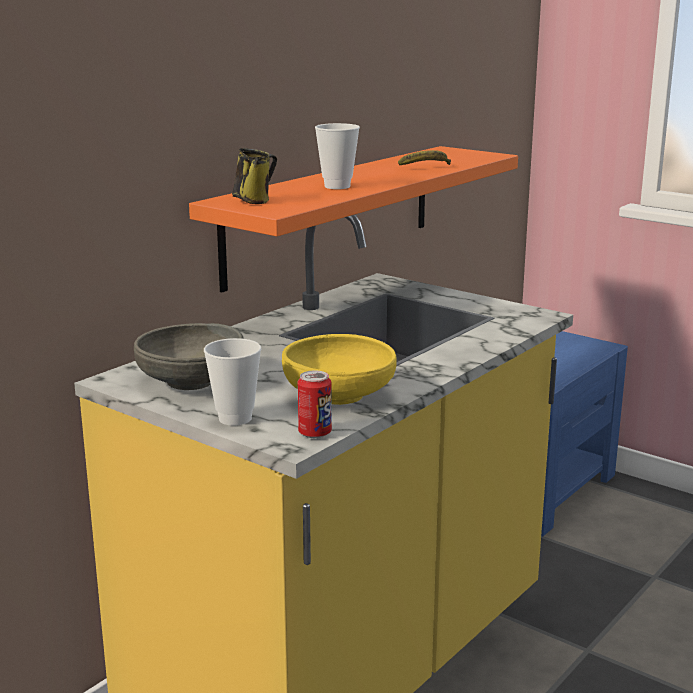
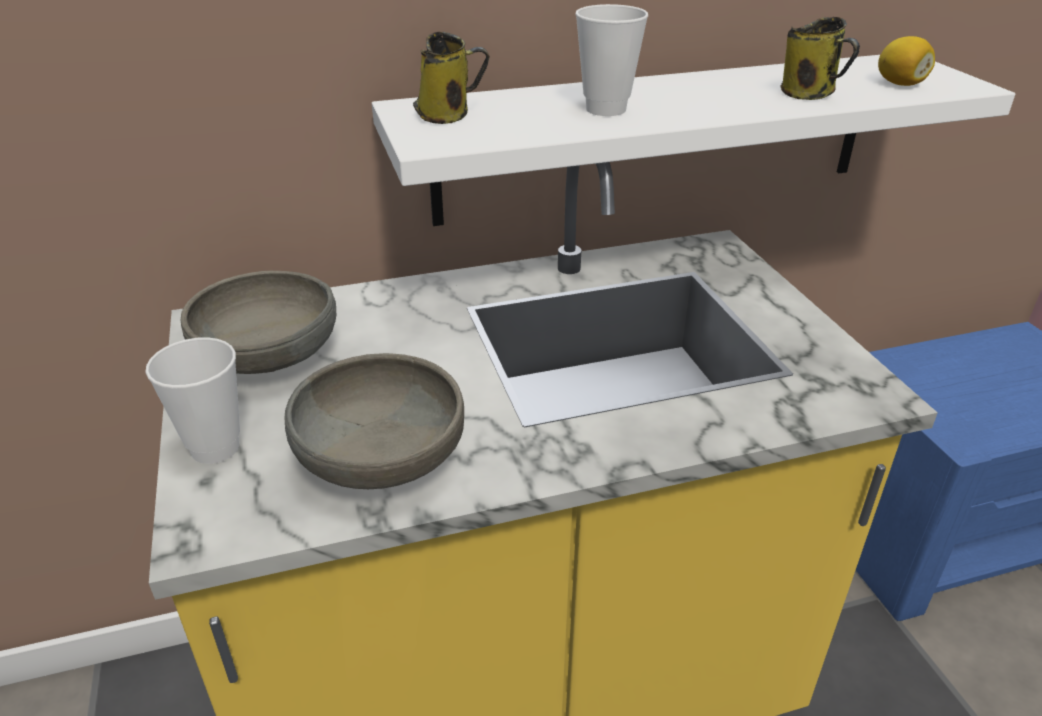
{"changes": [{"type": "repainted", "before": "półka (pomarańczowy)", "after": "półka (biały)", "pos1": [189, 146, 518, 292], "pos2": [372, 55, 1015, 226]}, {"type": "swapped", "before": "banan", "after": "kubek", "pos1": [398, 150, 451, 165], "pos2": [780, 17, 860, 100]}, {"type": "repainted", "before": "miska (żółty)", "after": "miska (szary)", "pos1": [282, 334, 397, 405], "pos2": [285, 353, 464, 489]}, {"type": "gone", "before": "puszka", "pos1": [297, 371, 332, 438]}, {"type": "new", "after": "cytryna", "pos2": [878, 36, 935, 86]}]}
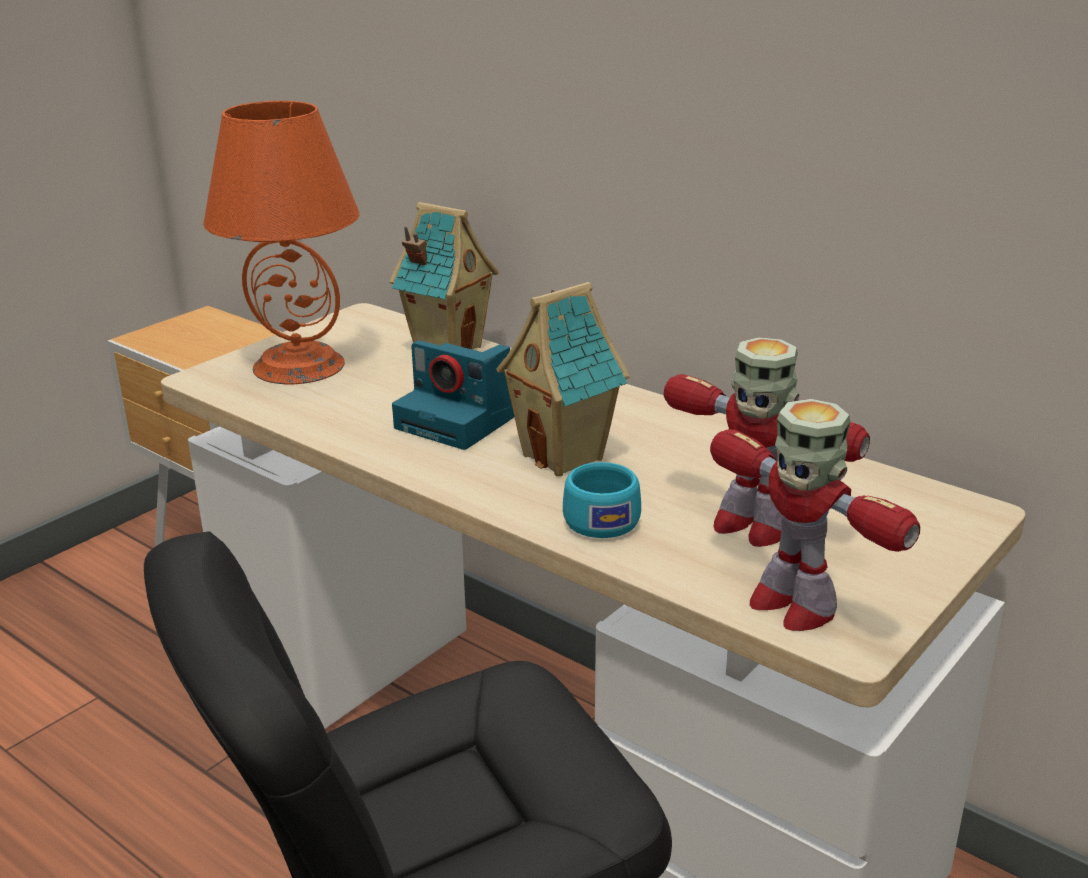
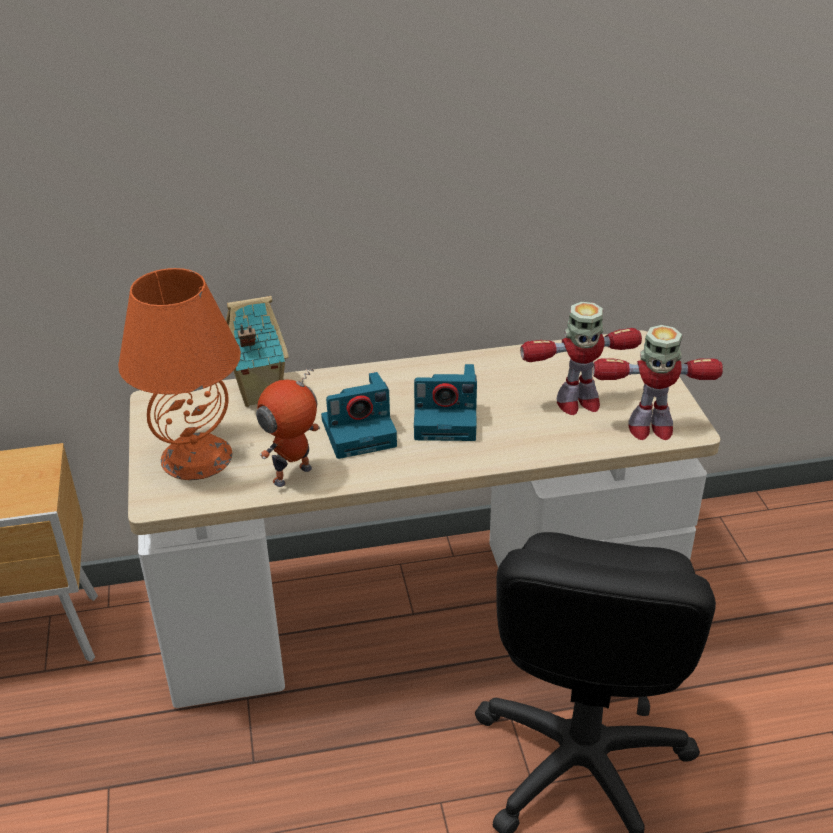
{"changes": [{"type": "swapped", "before": "domek", "after": "aparat fotograficzny", "pos1": [496, 282, 630, 476], "pos2": [414, 364, 477, 441]}, {"type": "gone", "before": "filiżanka (turkusowy)", "pos1": [563, 462, 641, 538]}, {"type": "new", "after": "robot zabawkowy", "pos2": [256, 368, 320, 487]}]}
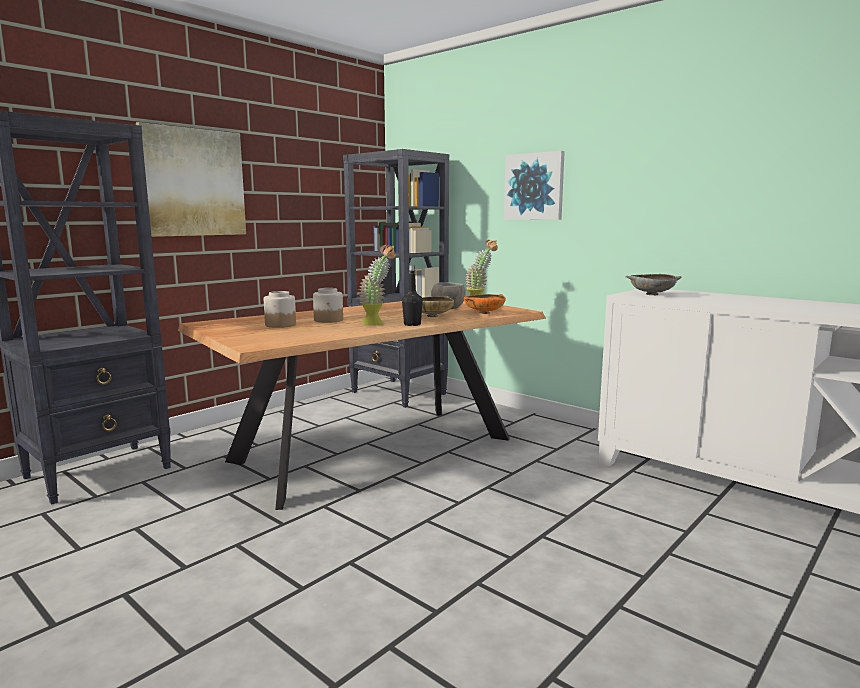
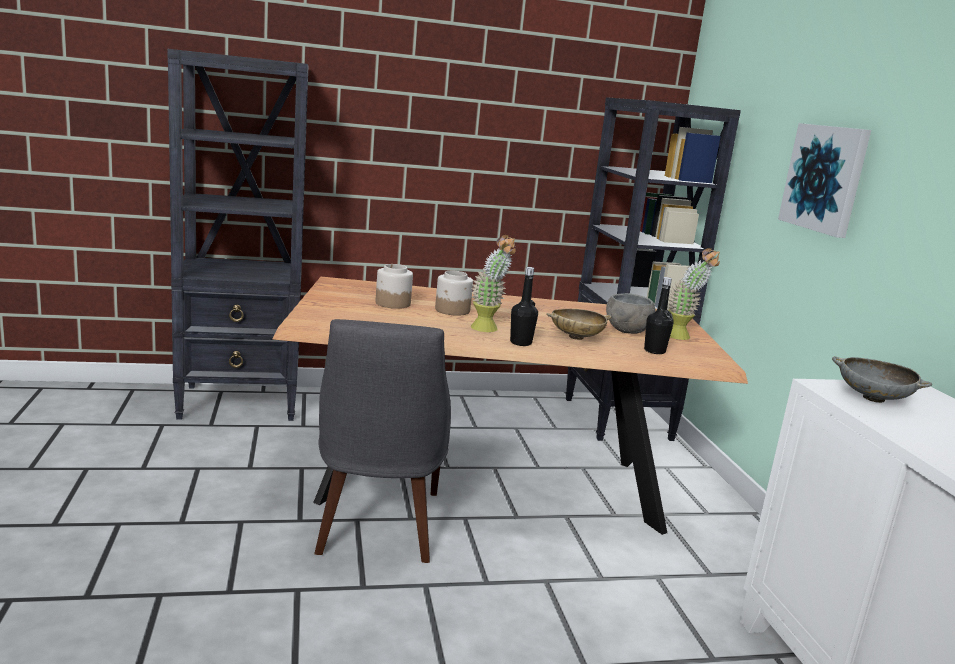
{"changes": [{"type": "gone", "before": "obraz", "pos1": [136, 122, 246, 237]}, {"type": "swapped", "before": "miska (pomarańczowy)", "after": "butelka (czarny)", "pos1": [464, 294, 506, 314], "pos2": [644, 277, 674, 354]}, {"type": "new", "after": "krzesło (szary)", "pos2": [314, 319, 451, 563]}]}
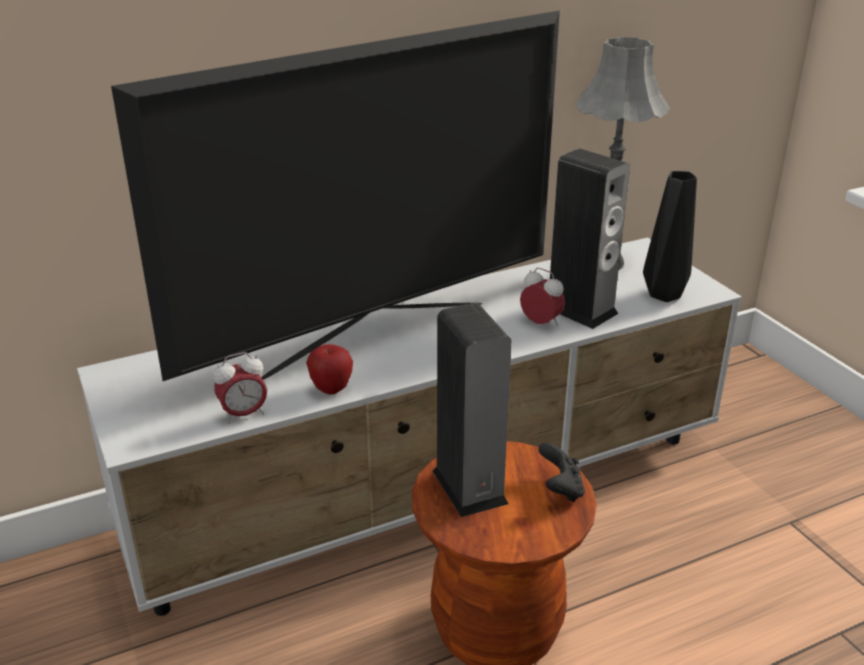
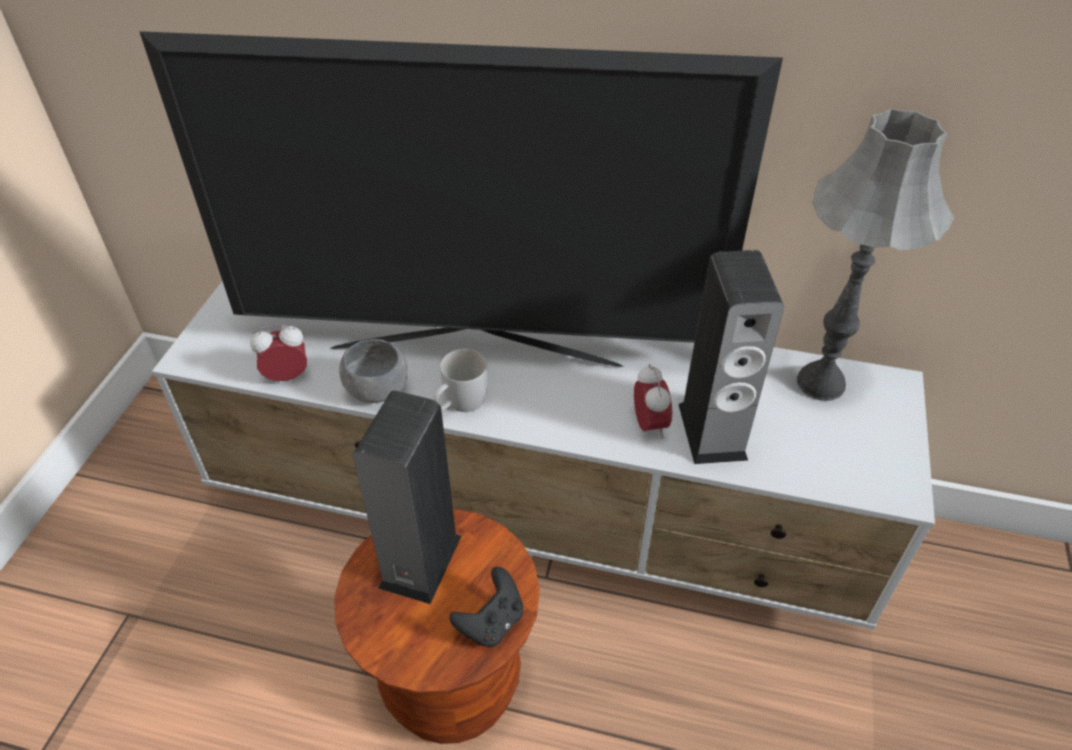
{"changes": [{"type": "gone", "before": "wazon (czarny)", "pos1": [643, 171, 697, 302]}, {"type": "swapped", "before": "jabłko", "after": "miska (szary)", "pos1": [306, 344, 353, 395], "pos2": [339, 339, 408, 403]}, {"type": "rotated", "before": "budzik", "pos1": [213, 352, 267, 423], "pos2": [250, 324, 307, 381], "turn": 150}, {"type": "new", "after": "kubek (biały)", "pos2": [433, 349, 488, 412]}]}
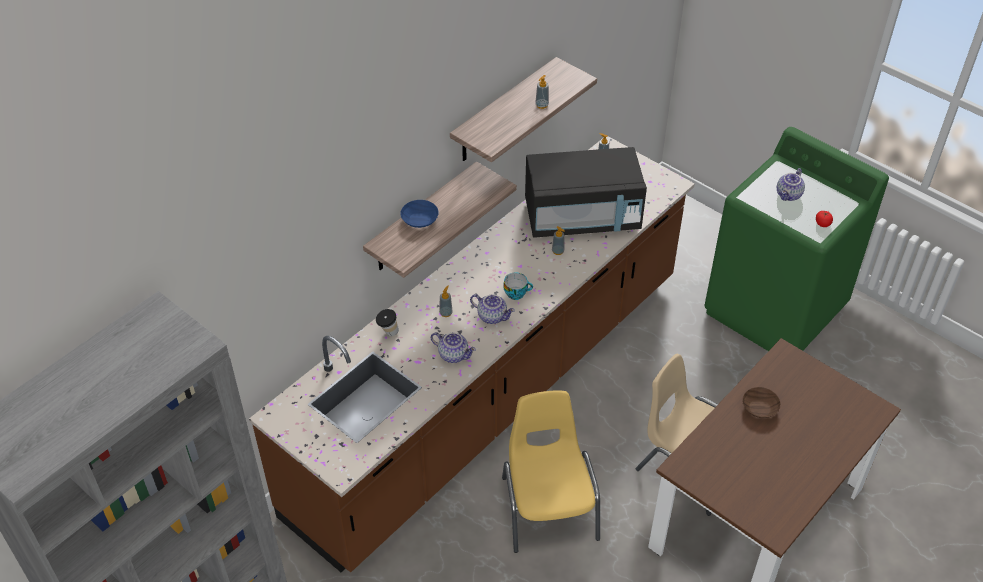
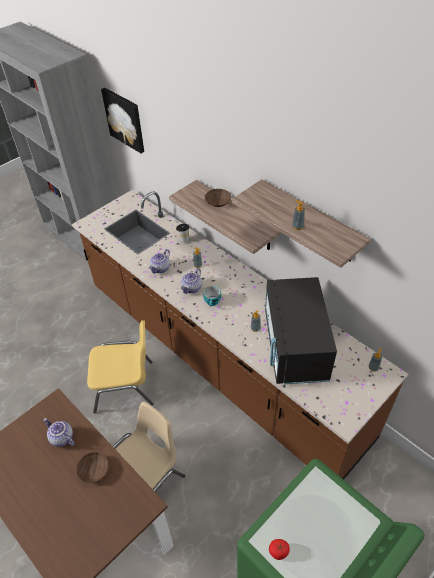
{"changes": [{"type": "shifted", "before": "imbryk", "pos1": [777, 168, 805, 201], "pos2": [43, 418, 75, 447]}, {"type": "repainted", "before": "miska (niebieski)", "after": "miska (brązowy)", "pos1": [400, 200, 439, 228], "pos2": [205, 189, 231, 207]}, {"type": "new", "after": "obraz", "pos2": [101, 88, 144, 153]}]}
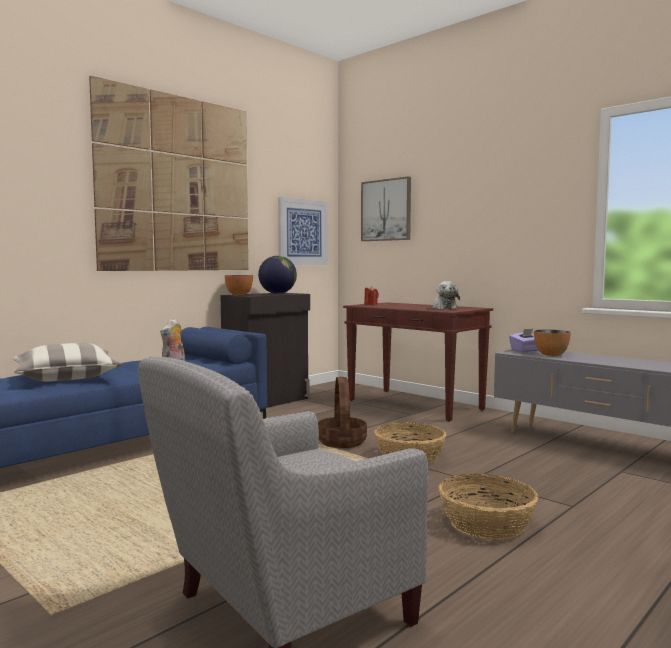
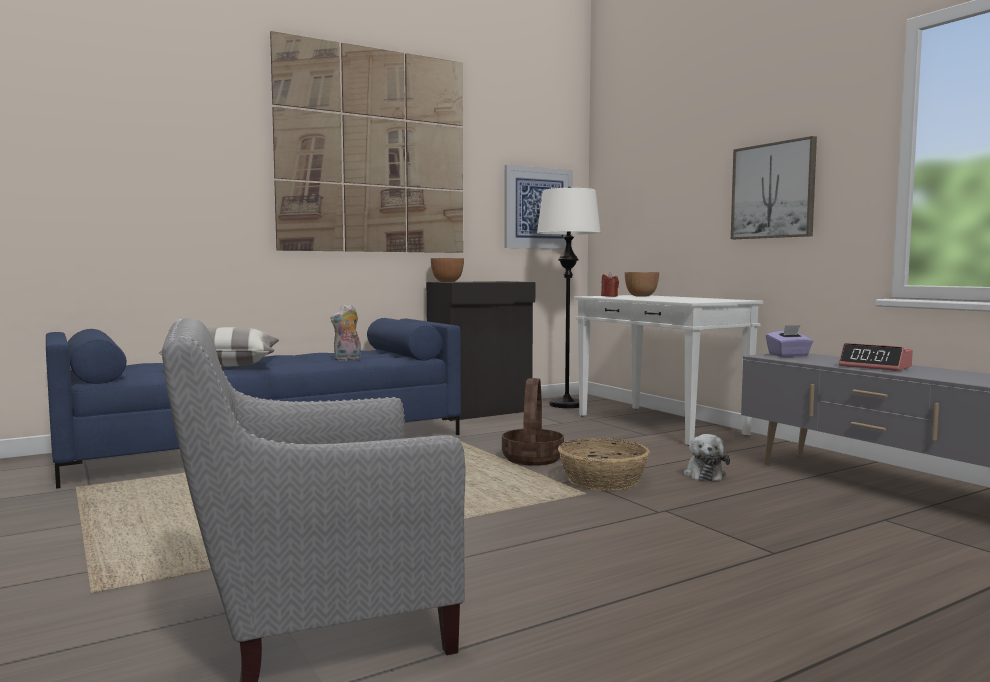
{"changes": [{"type": "shifted", "before": "obraz", "pos1": [361, 176, 411, 241], "pos2": [731, 136, 817, 239]}, {"type": "gone", "before": "globus", "pos1": [258, 256, 297, 294]}, {"type": "shifted", "before": "pluszak", "pos1": [432, 281, 460, 309], "pos2": [684, 434, 730, 481]}, {"type": "repainted", "before": "stolik konsolowy (brązowy)", "after": "stolik konsolowy (biały)", "pos1": [343, 302, 493, 422], "pos2": [574, 295, 763, 446]}, {"type": "shifted", "before": "miska", "pos1": [534, 329, 571, 356], "pos2": [625, 272, 659, 297]}, {"type": "gone", "before": "koszyk", "pos1": [439, 473, 538, 540]}, {"type": "new", "after": "lampa stojąca (biały)", "pos2": [537, 186, 601, 408]}, {"type": "new", "after": "budzik", "pos2": [839, 343, 913, 371]}]}
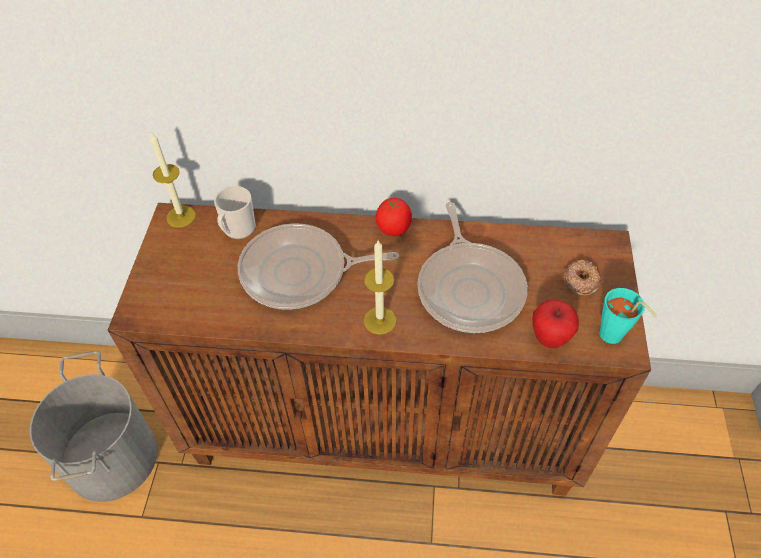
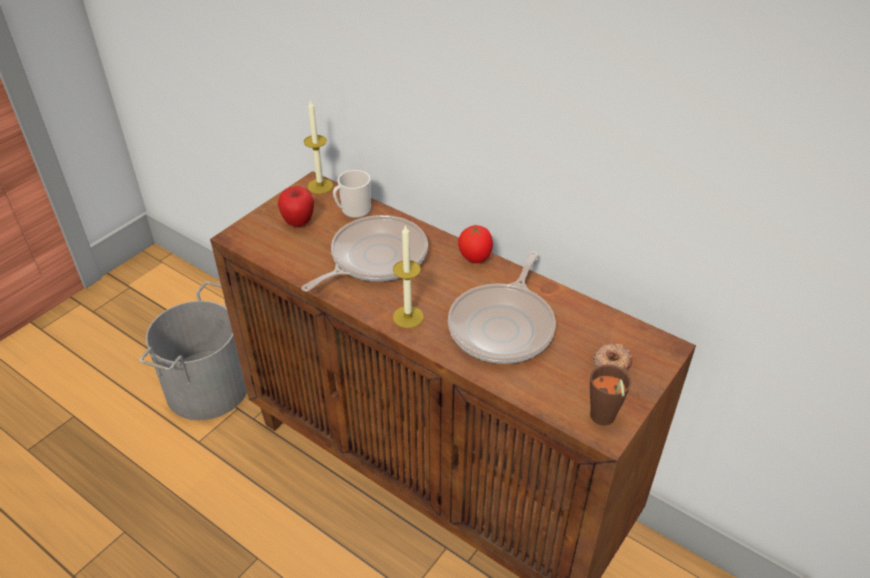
{"changes": [{"type": "rotated", "before": "patelnia", "pos1": [238, 223, 399, 310], "pos2": [301, 215, 428, 292], "turn": 105}, {"type": "repainted", "before": "filiżanka (turkusowy)", "after": "filiżanka (brązowy)", "pos1": [599, 288, 657, 344], "pos2": [590, 364, 631, 426]}, {"type": "shifted", "before": "jabłko", "pos1": [532, 299, 579, 348], "pos2": [278, 186, 314, 227]}]}
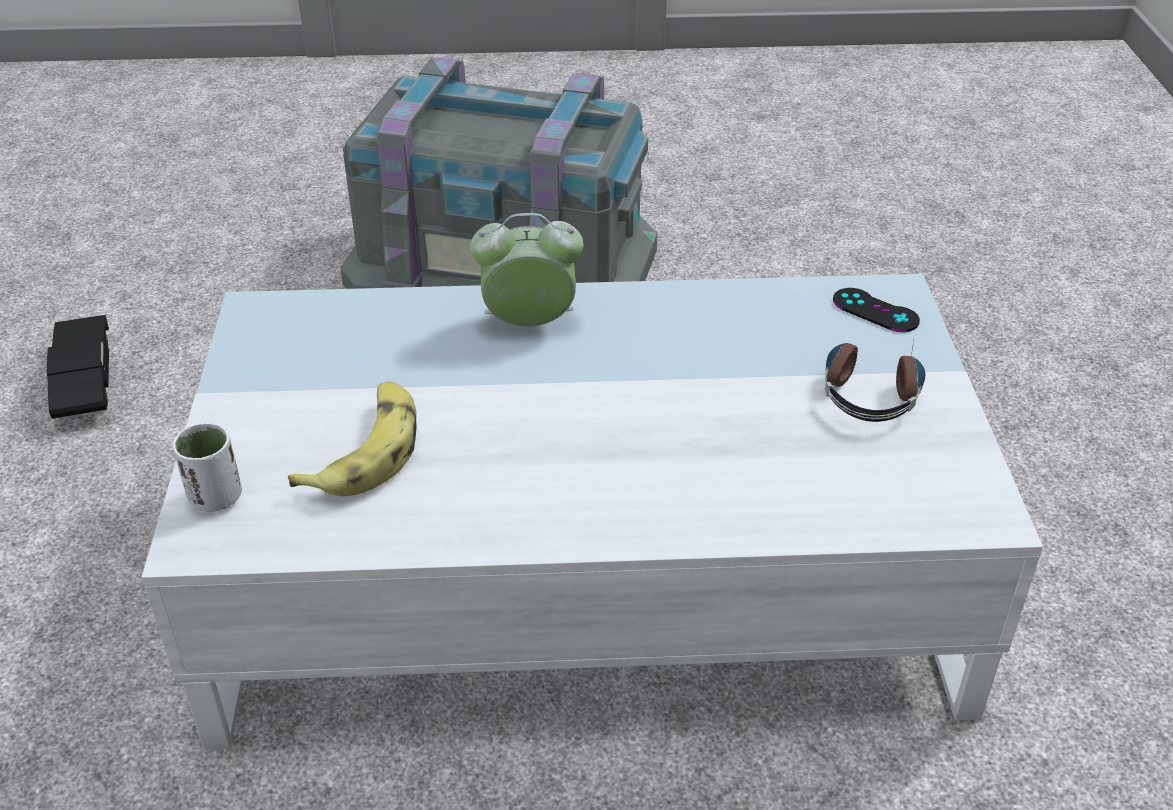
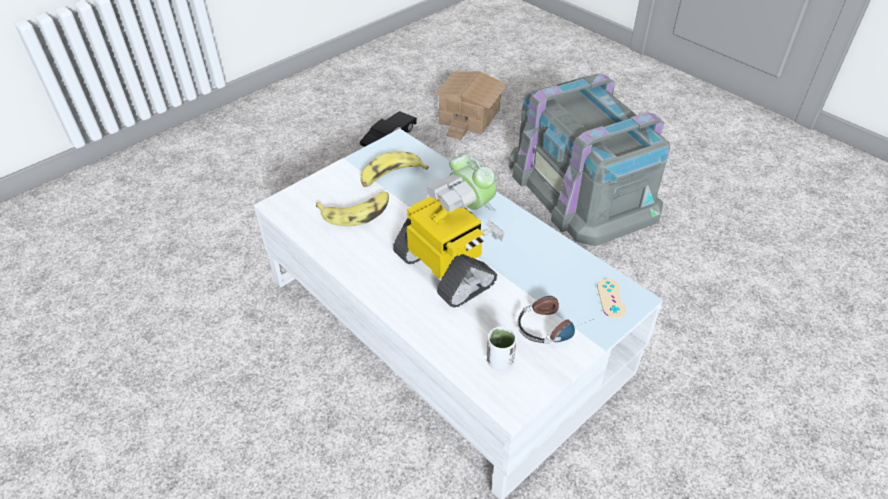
{"changes": [{"type": "repainted", "before": "pad do gier (czarny)", "after": "pad do gier (beżowy)", "pos1": [833, 288, 920, 332], "pos2": [597, 278, 626, 318]}, {"type": "shifted", "before": "filiżanka (biały)", "pos1": [173, 423, 242, 512], "pos2": [487, 326, 517, 371]}, {"type": "new", "after": "domek", "pos2": [434, 71, 507, 140]}, {"type": "new", "after": "banan", "pos2": [361, 151, 429, 187]}, {"type": "new", "after": "robot zabawkowy", "pos2": [393, 174, 505, 307]}]}
